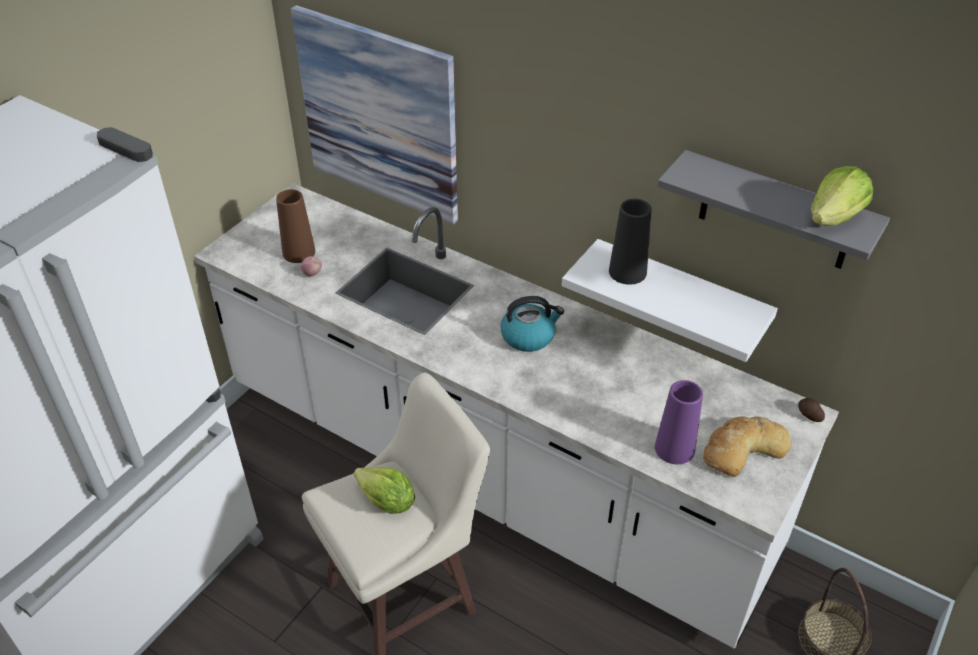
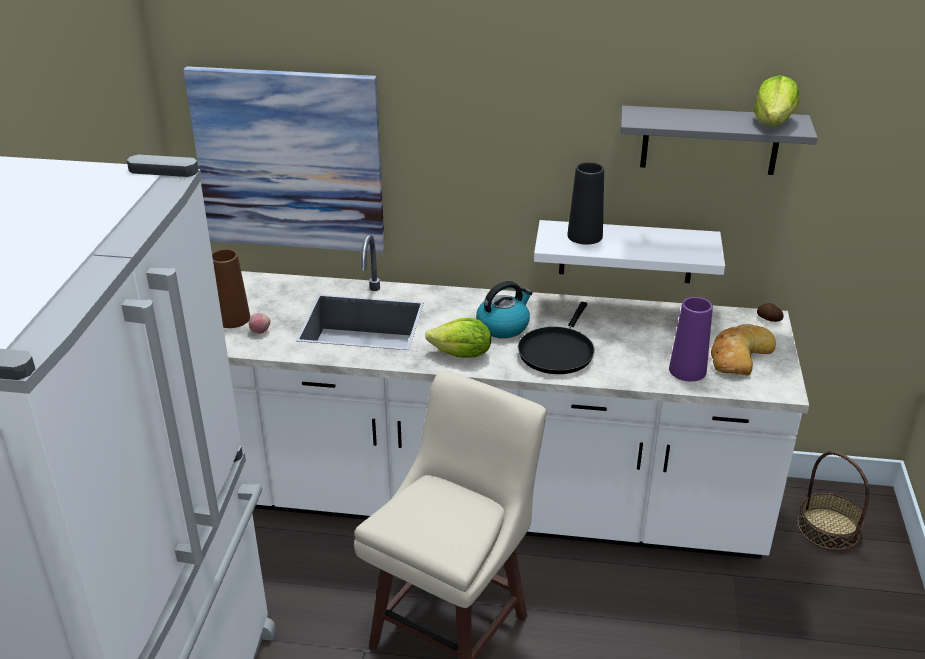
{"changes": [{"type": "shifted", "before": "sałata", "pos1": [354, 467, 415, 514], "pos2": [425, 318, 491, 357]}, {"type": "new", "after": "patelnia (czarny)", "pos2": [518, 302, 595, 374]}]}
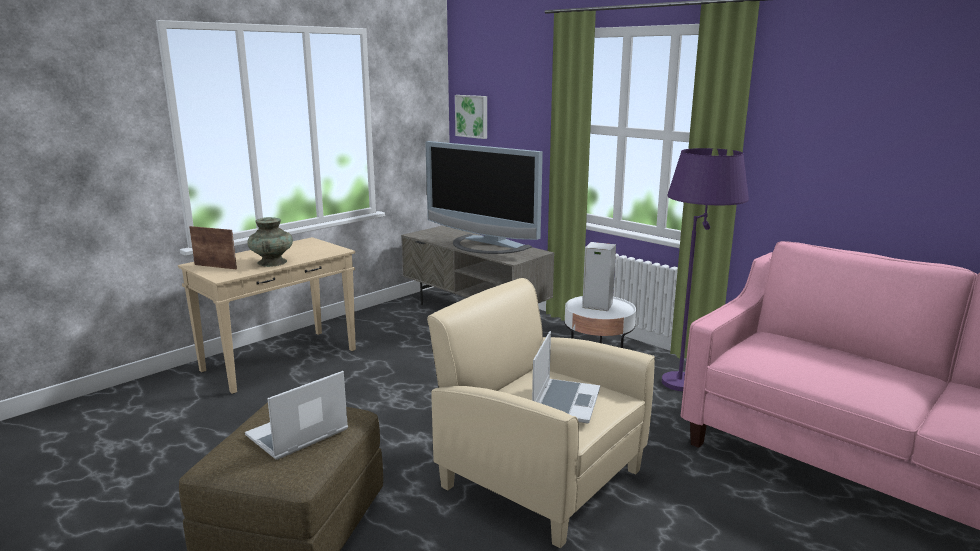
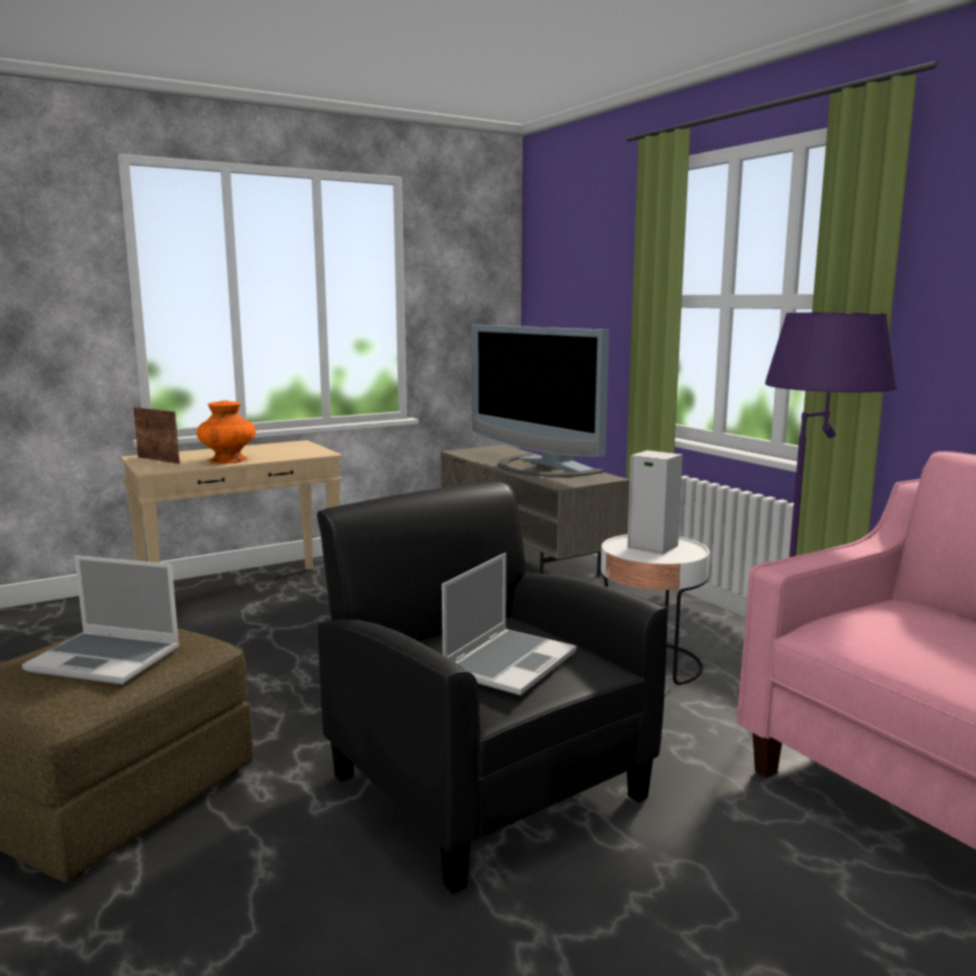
{"changes": [{"type": "gone", "before": "obraz", "pos1": [455, 95, 487, 139]}, {"type": "repainted", "before": "wazon (turkusowy)", "after": "wazon (pomarańczowy)", "pos1": [247, 217, 293, 267], "pos2": [197, 400, 256, 464]}, {"type": "repainted", "before": "fotel (beżowy)", "after": "fotel (czarny)", "pos1": [427, 278, 655, 548], "pos2": [317, 482, 668, 894]}, {"type": "rotated", "before": "laptop", "pos1": [245, 371, 348, 460], "pos2": [22, 555, 180, 684], "turn": -135}]}
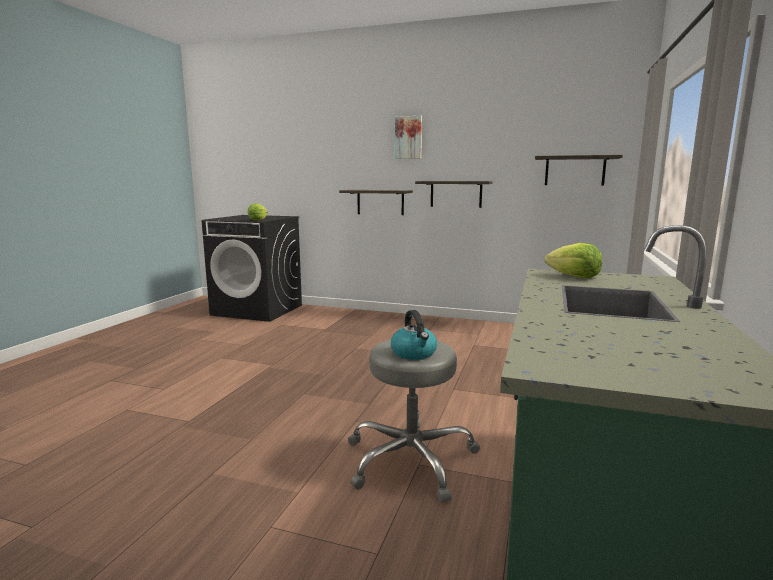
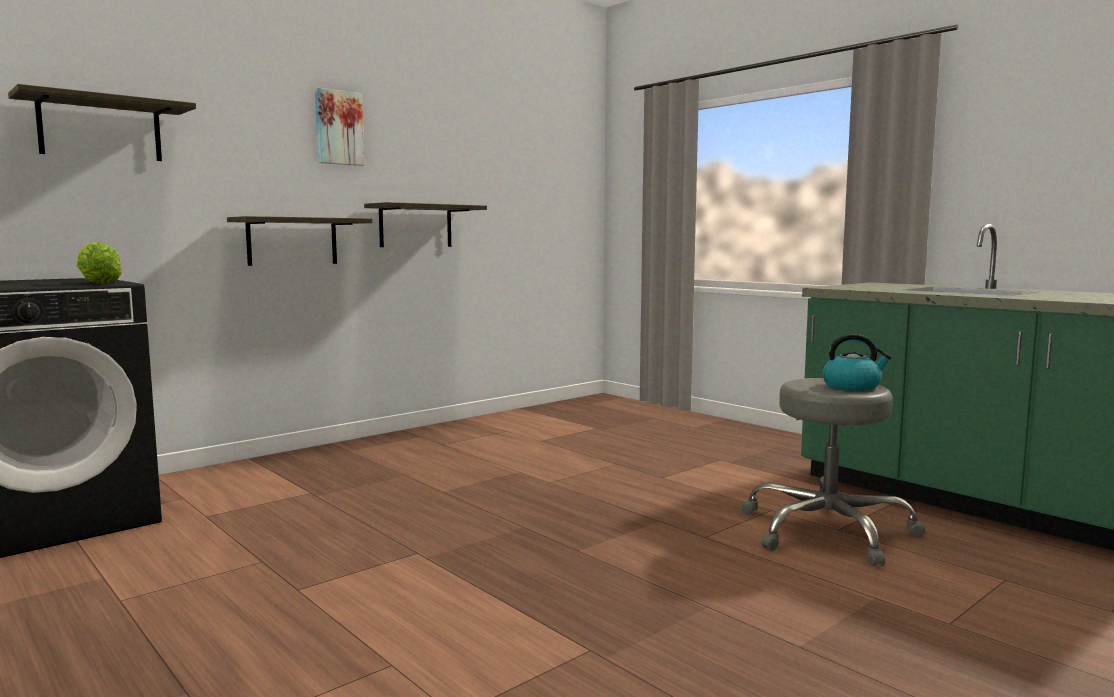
{"changes": [{"type": "shifted", "before": "półka", "pos1": [535, 155, 623, 185], "pos2": [8, 84, 196, 161]}, {"type": "gone", "before": "sałata", "pos1": [545, 243, 602, 278]}]}
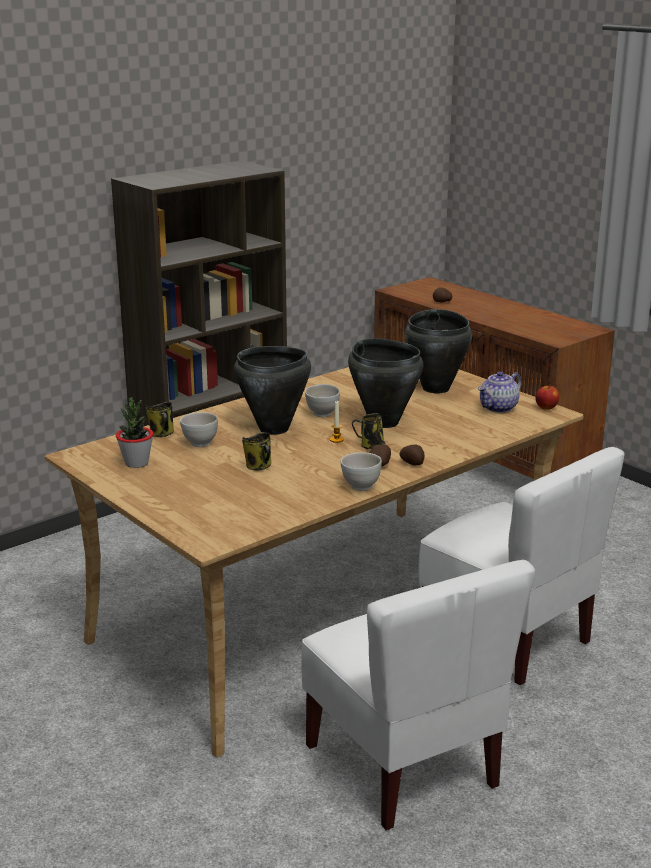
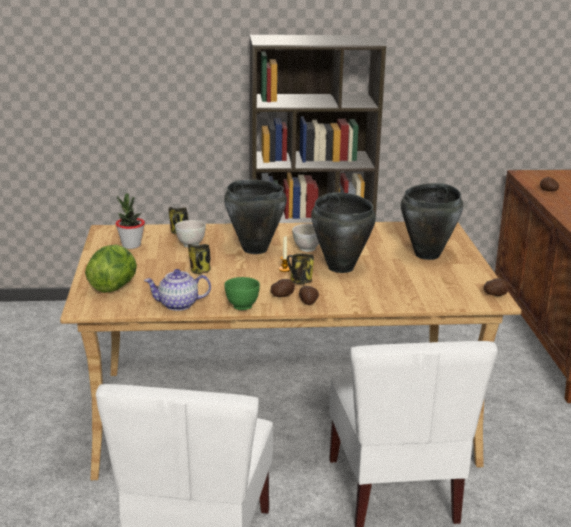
{"changes": [{"type": "shifted", "before": "imbryk", "pos1": [478, 371, 522, 413], "pos2": [144, 269, 211, 311]}, {"type": "swapped", "before": "jabłko", "after": "ziemniak", "pos1": [535, 384, 559, 410], "pos2": [484, 278, 509, 296]}, {"type": "repainted", "before": "miska (biały)", "after": "miska (zielony)", "pos1": [340, 452, 382, 491], "pos2": [224, 277, 260, 310]}, {"type": "new", "after": "sałata", "pos2": [85, 245, 137, 293]}]}
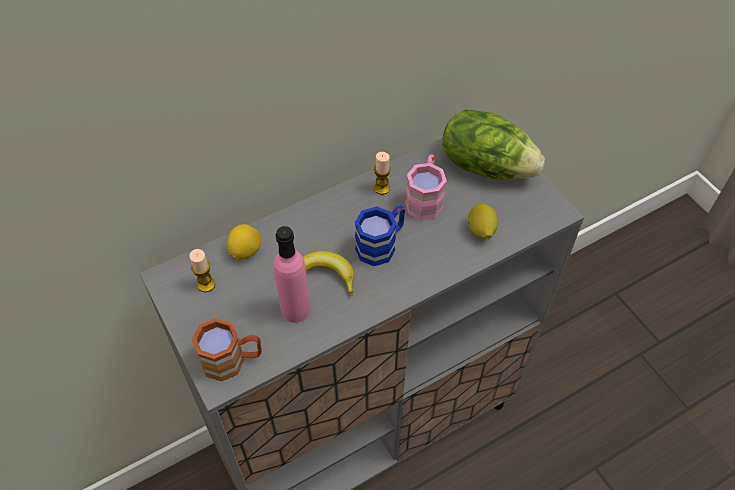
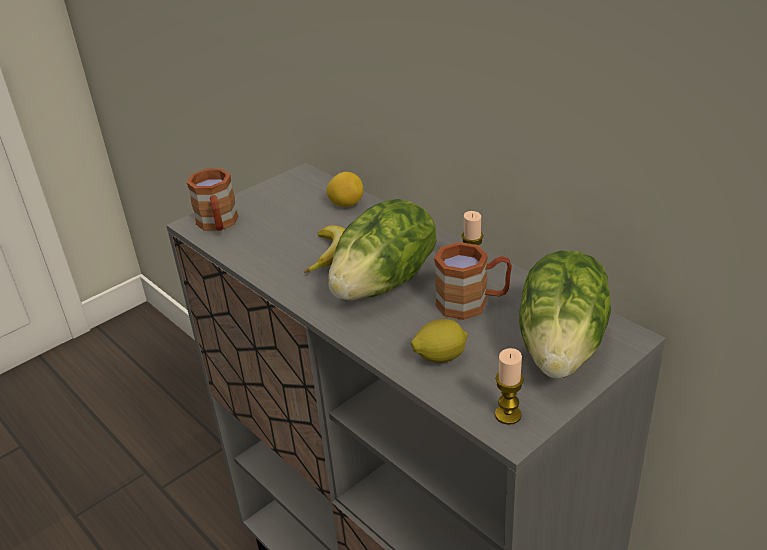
{"changes": [{"type": "repainted", "before": "kubek (różowy)", "after": "kubek (brązowy)", "pos1": [405, 155, 447, 221], "pos2": [434, 242, 512, 320]}, {"type": "swapped", "before": "kubek (niebieski)", "after": "sałata", "pos1": [355, 205, 405, 266], "pos2": [328, 199, 436, 300]}, {"type": "gone", "before": "butelka (różowy)", "pos1": [274, 226, 310, 323]}, {"type": "shifted", "before": "świeca", "pos1": [189, 249, 215, 292], "pos2": [495, 348, 524, 425]}]}
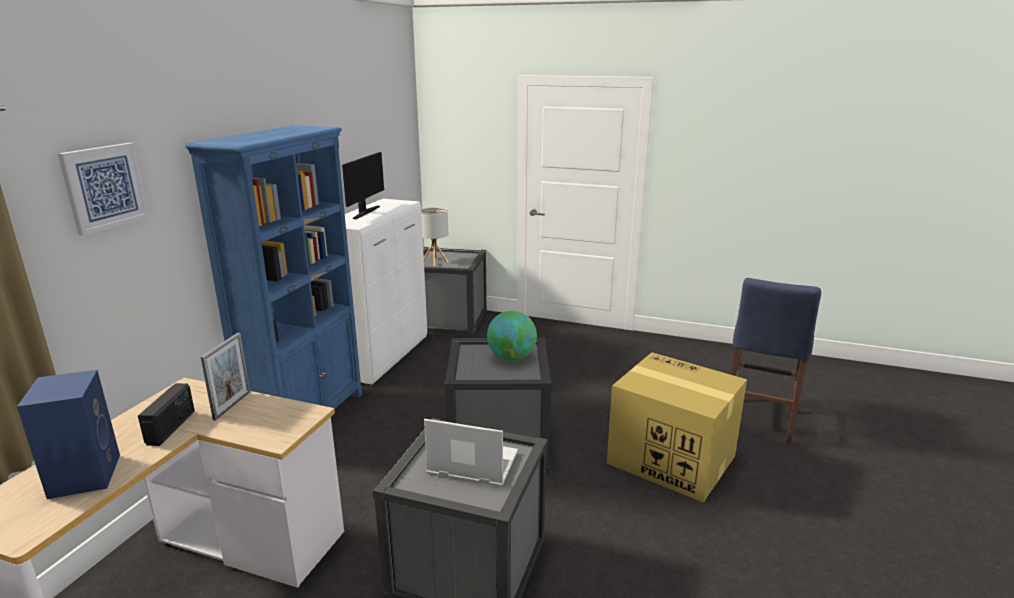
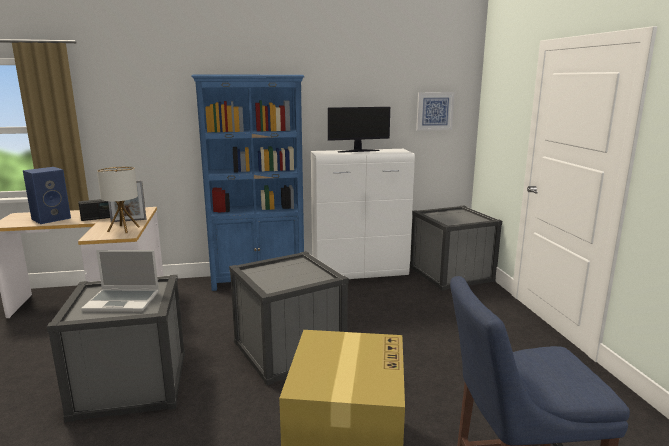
{"changes": [{"type": "shifted", "before": "obraz", "pos1": [58, 143, 150, 236], "pos2": [416, 92, 454, 131]}, {"type": "shifted", "before": "lampa stołowa", "pos1": [421, 208, 448, 266], "pos2": [97, 166, 140, 233]}, {"type": "gone", "before": "globus", "pos1": [487, 311, 537, 361]}, {"type": "rotated", "before": "laptop", "pos1": [424, 419, 518, 487], "pos2": [81, 250, 159, 312], "turn": 105}]}
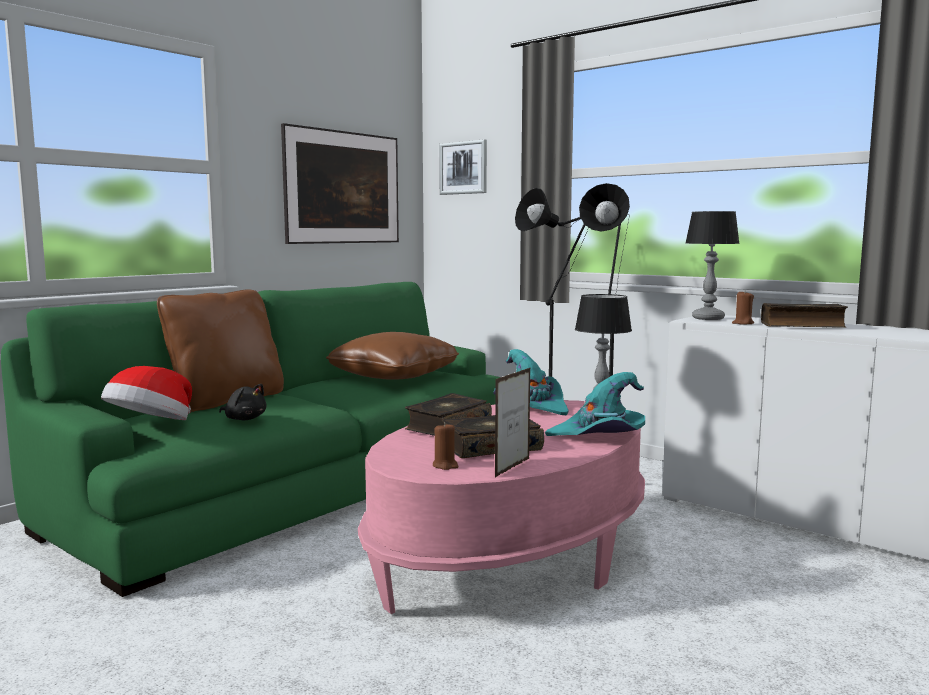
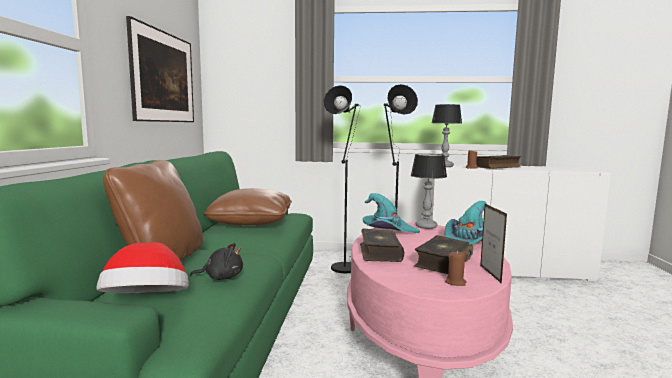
{"changes": [{"type": "gone", "before": "obraz", "pos1": [439, 139, 487, 195]}]}
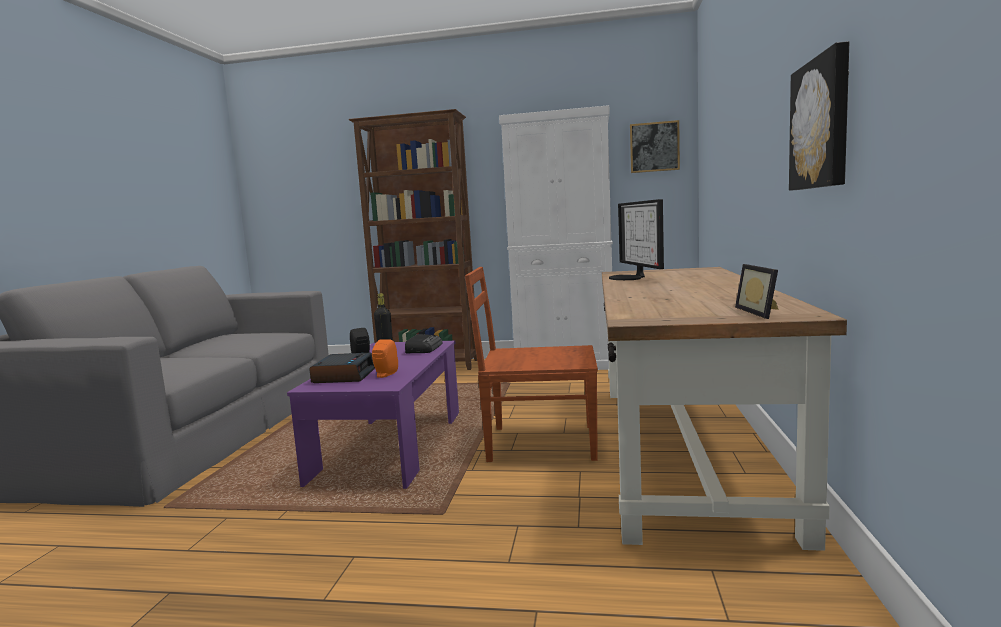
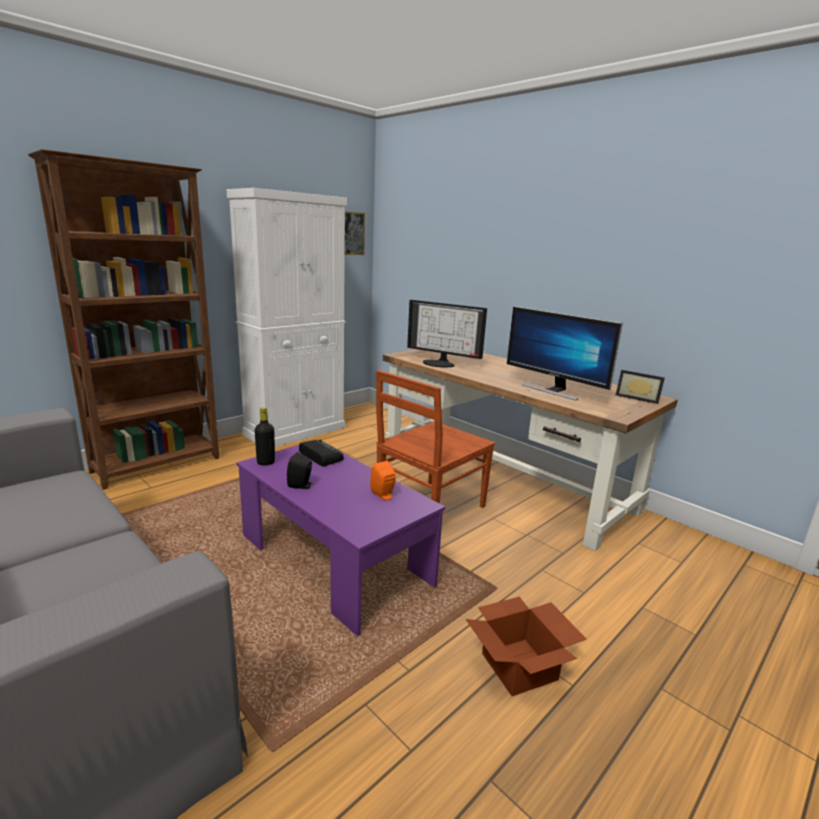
{"changes": [{"type": "gone", "before": "obraz", "pos1": [789, 41, 849, 191]}, {"type": "gone", "before": "budzik", "pos1": [309, 352, 375, 383]}, {"type": "new", "after": "monitor", "pos2": [507, 306, 623, 400]}, {"type": "new", "after": "karton", "pos2": [465, 596, 587, 696]}]}
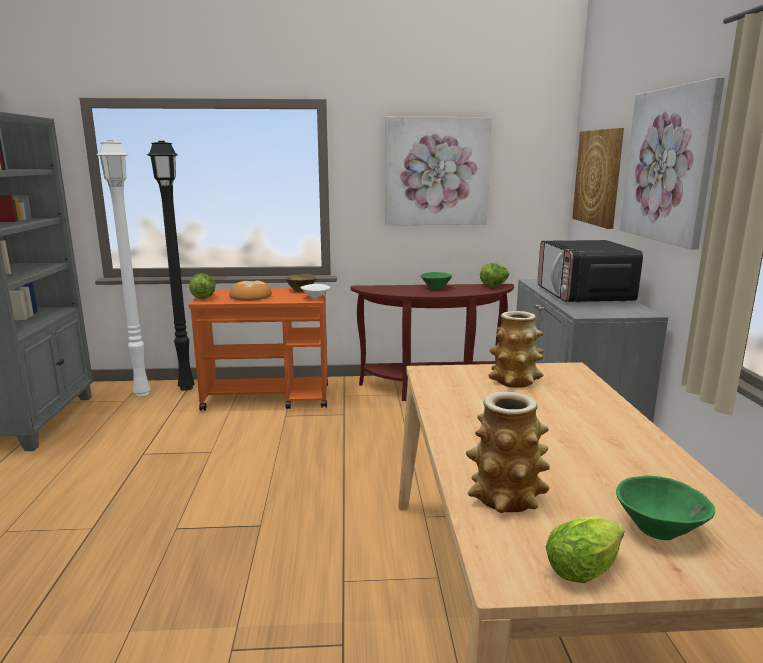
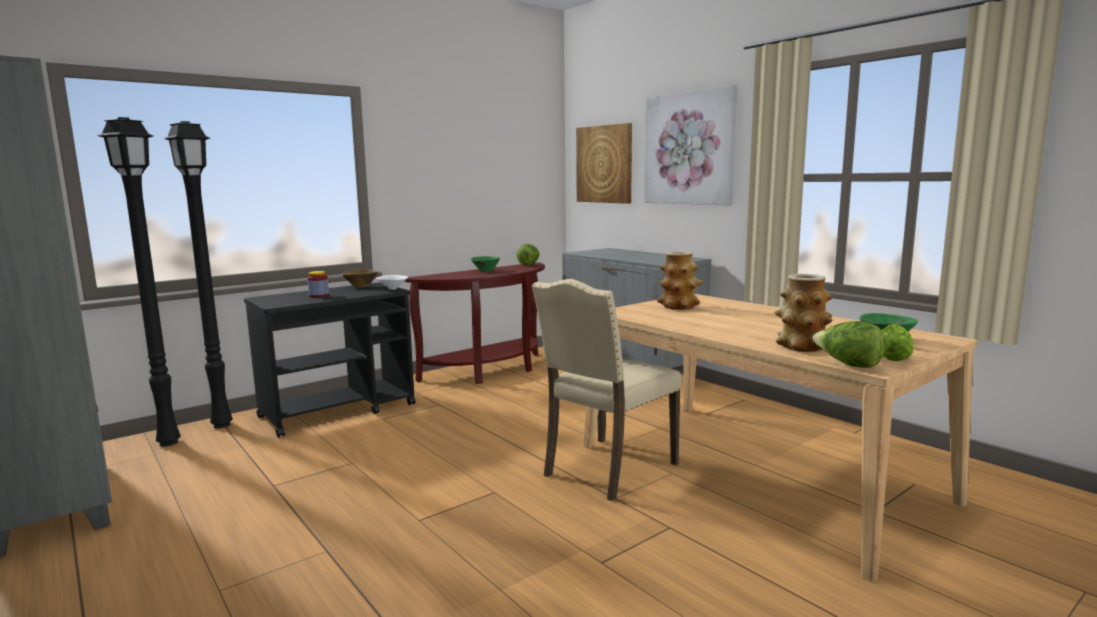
{"changes": [{"type": "gone", "before": "obraz", "pos1": [385, 117, 492, 225]}, {"type": "repainted", "before": "lampa stojąca (biały)", "after": "lampa stojąca (czarny)", "pos1": [97, 140, 150, 397], "pos2": [97, 117, 181, 447]}, {"type": "gone", "before": "mikrofalówka", "pos1": [538, 240, 643, 303]}, {"type": "shifted", "before": "sałata", "pos1": [189, 273, 215, 299], "pos2": [813, 321, 886, 368]}, {"type": "swapped", "before": "chleb", "after": "słoik", "pos1": [229, 280, 272, 300], "pos2": [307, 271, 329, 298]}, {"type": "repainted", "before": "wózek (pomarańczowy)", "after": "wózek (czarny)", "pos1": [189, 288, 328, 411], "pos2": [244, 282, 416, 438]}, {"type": "new", "after": "krzesło (beżowy)", "pos2": [532, 279, 682, 501]}]}
